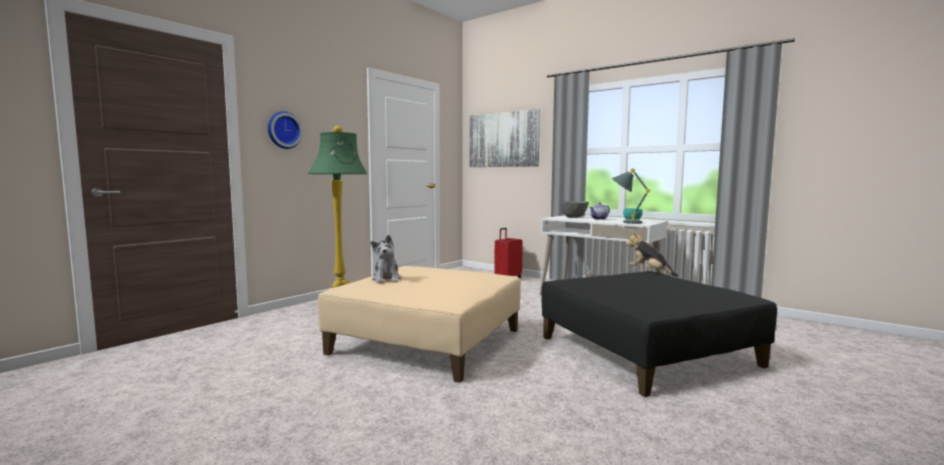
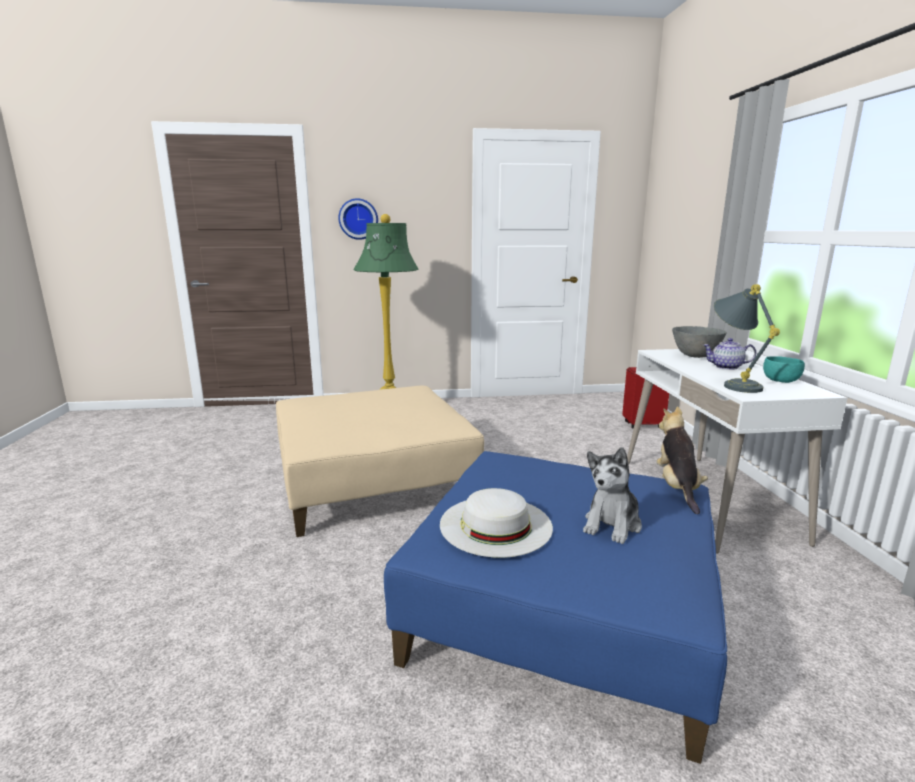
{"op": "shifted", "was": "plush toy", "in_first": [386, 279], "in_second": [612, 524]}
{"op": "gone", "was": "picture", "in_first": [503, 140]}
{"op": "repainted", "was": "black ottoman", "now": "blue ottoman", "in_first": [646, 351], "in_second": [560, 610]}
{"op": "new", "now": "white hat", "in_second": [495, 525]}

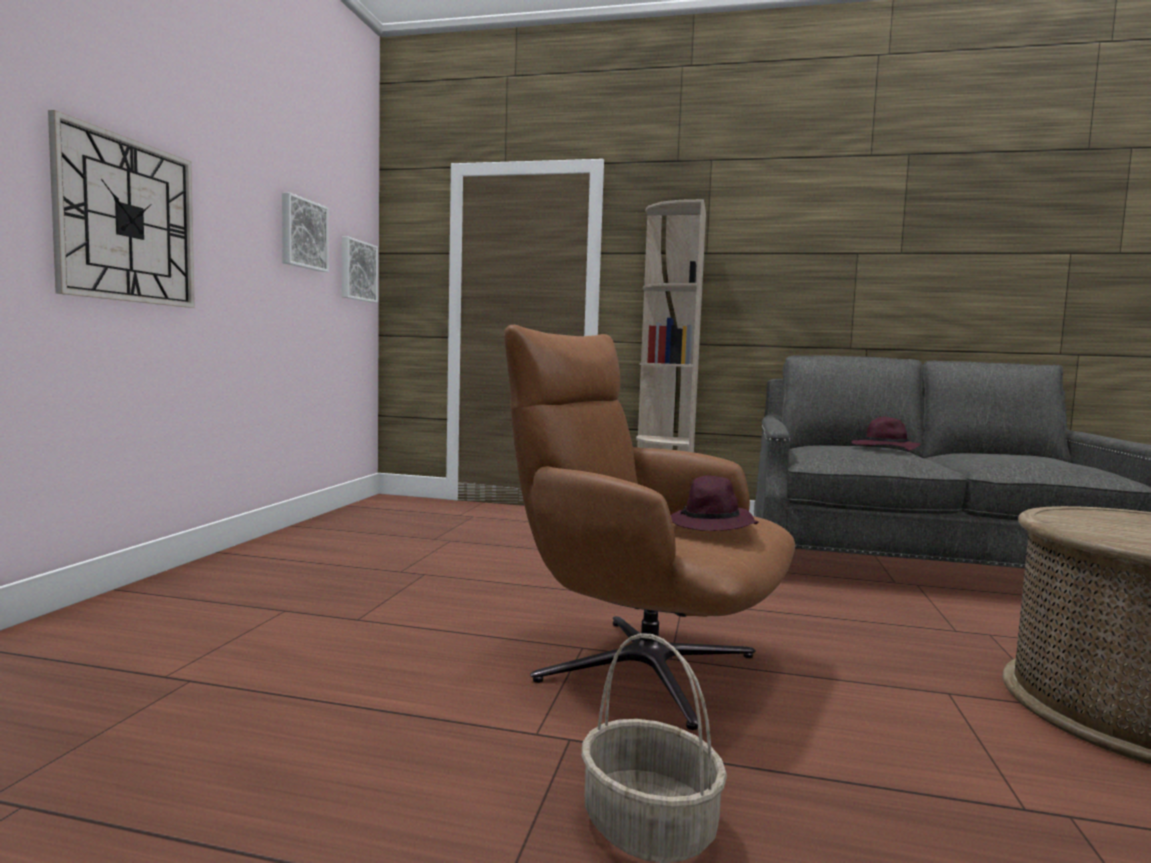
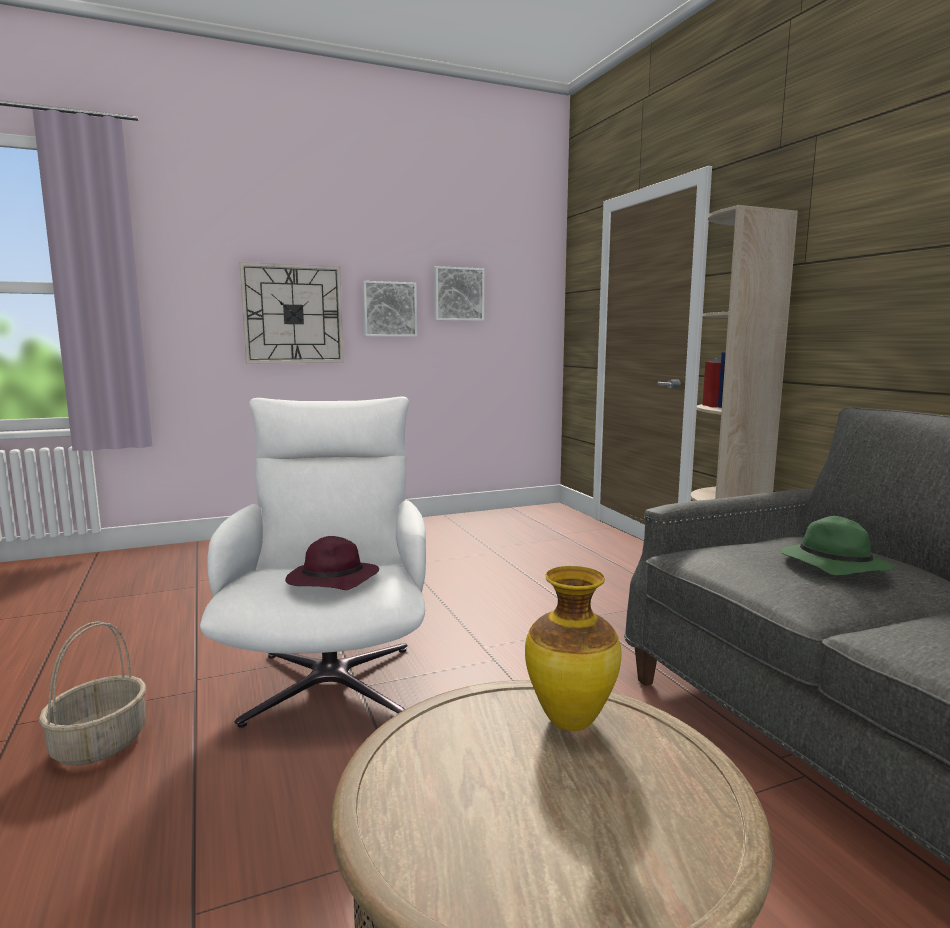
{"op": "shifted", "was": "picture", "in_first": [357, 270], "in_second": [389, 309]}
{"op": "repainted", "was": "brown armchair", "now": "white armchair", "in_first": [646, 666], "in_second": [331, 682]}
{"op": "repainted", "was": "purple hat", "now": "green hat", "in_first": [884, 449], "in_second": [831, 565]}
{"op": "new", "now": "vase", "in_second": [572, 720]}

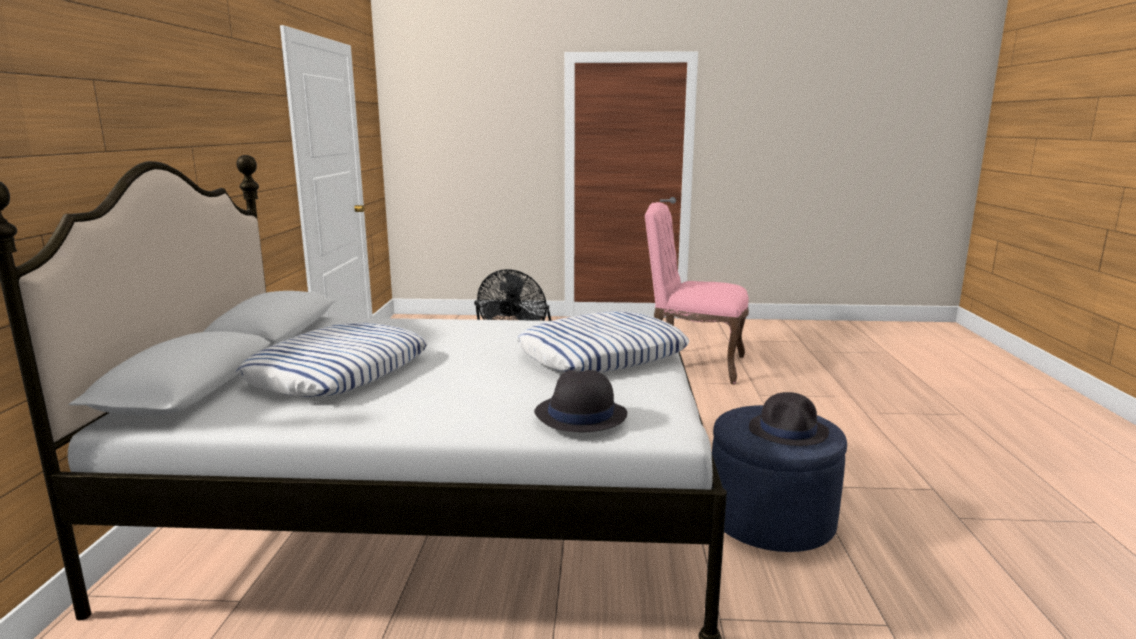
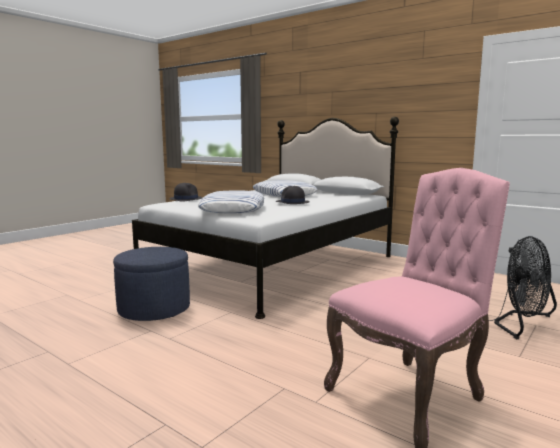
{"op": "shifted", "was": "black hat", "in_first": [788, 430], "in_second": [292, 202]}

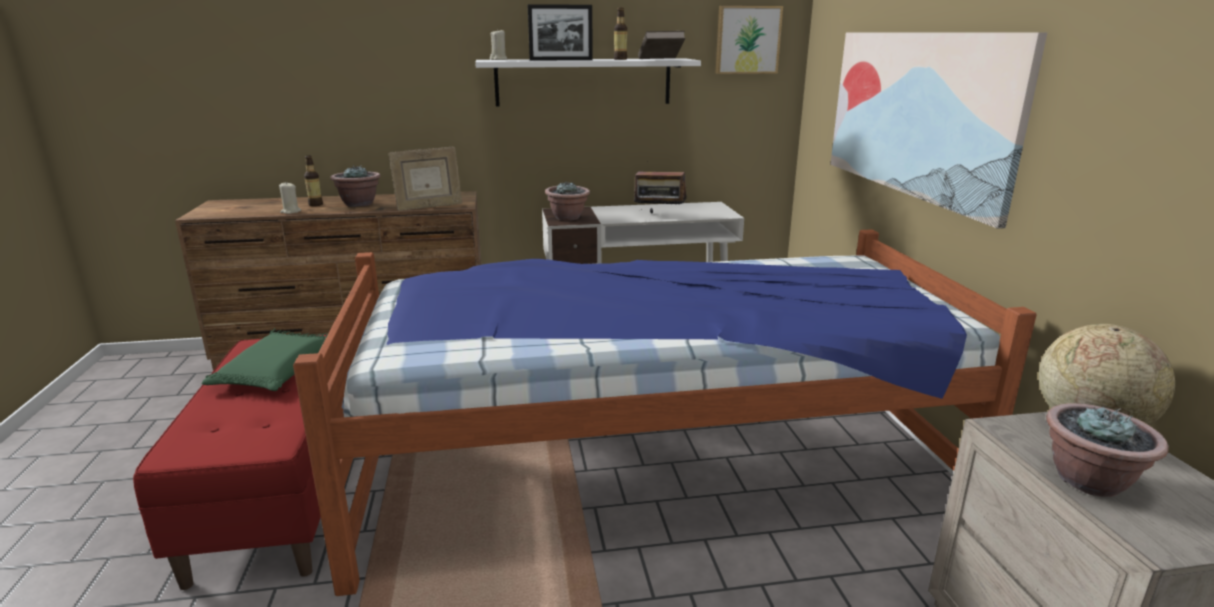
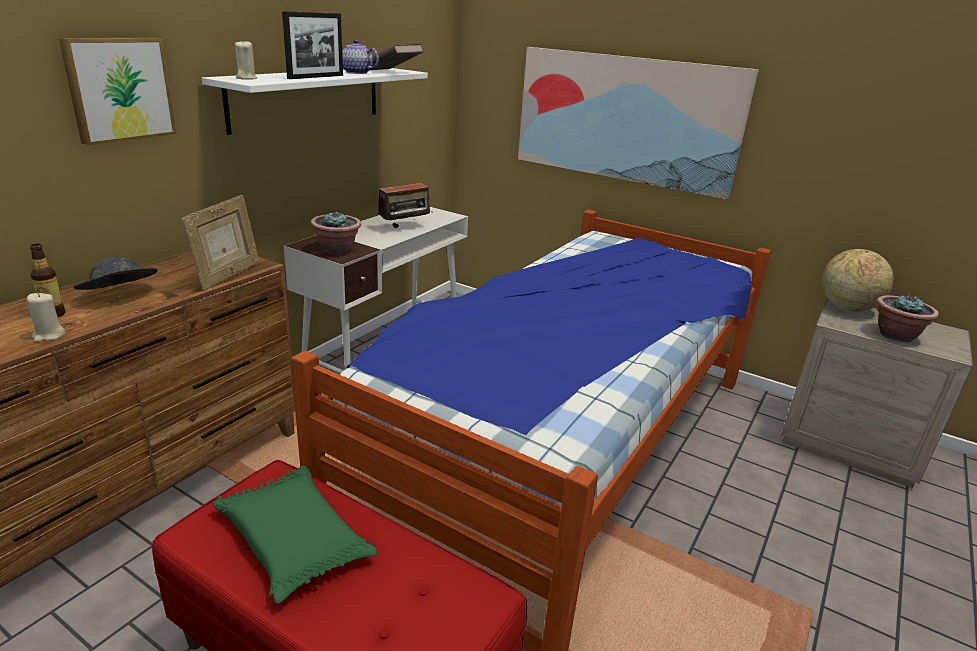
{"op": "swapped", "was": "potted plant", "now": "grey hat", "in_first": [359, 204], "in_second": [119, 296]}
{"op": "swapped", "was": "bottle", "now": "teapot", "in_first": [620, 59], "in_second": [356, 73]}
{"op": "shifted", "was": "picture", "in_first": [747, 40], "in_second": [119, 89]}

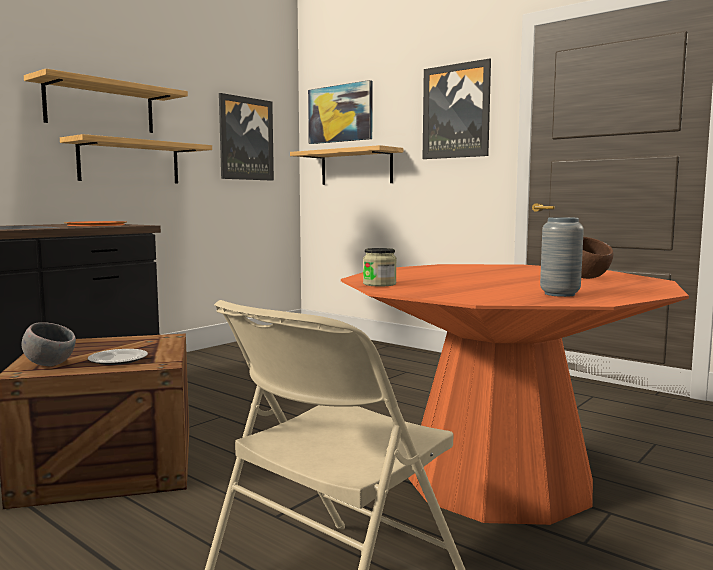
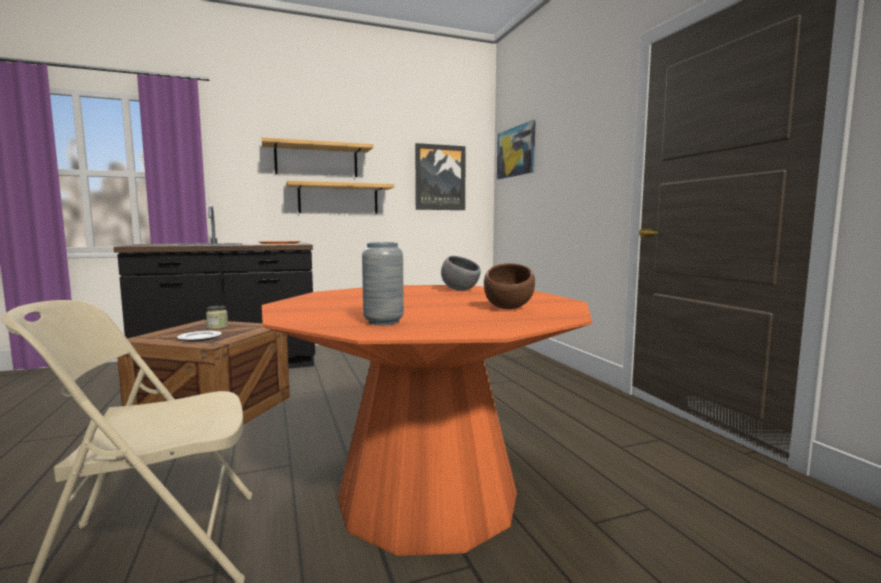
{"op": "shifted", "was": "grey bowl", "in_first": [50, 364], "in_second": [460, 290]}
{"op": "gone", "was": "shelf", "in_first": [356, 167]}
{"op": "shifted", "was": "jar", "in_first": [379, 284], "in_second": [217, 327]}
{"op": "gone", "was": "picture", "in_first": [456, 111]}

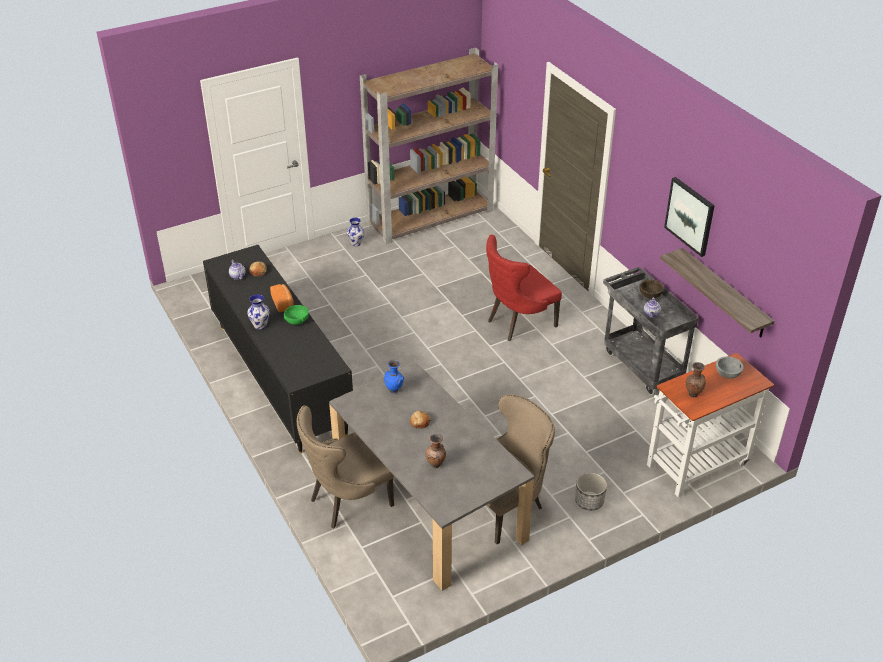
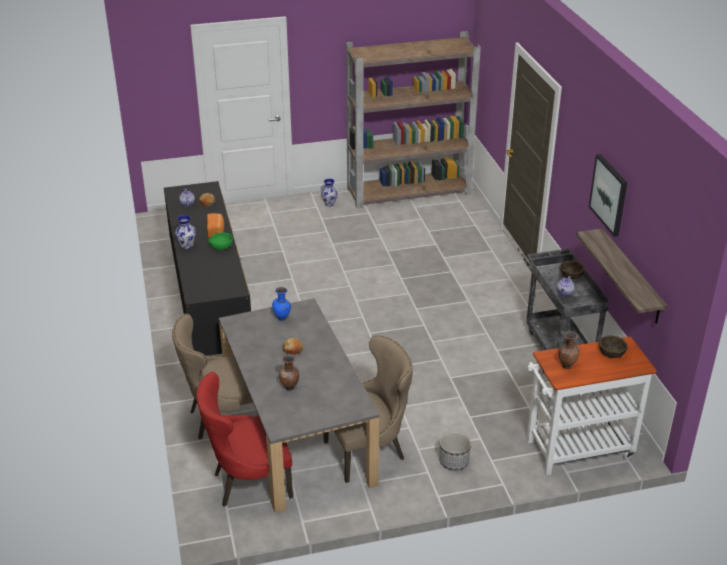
{"op": "shifted", "was": "red chair", "in_first": [518, 322], "in_second": [249, 483]}
{"op": "repainted", "was": "grey bowl", "now": "brown bowl", "in_first": [727, 374], "in_second": [611, 354]}

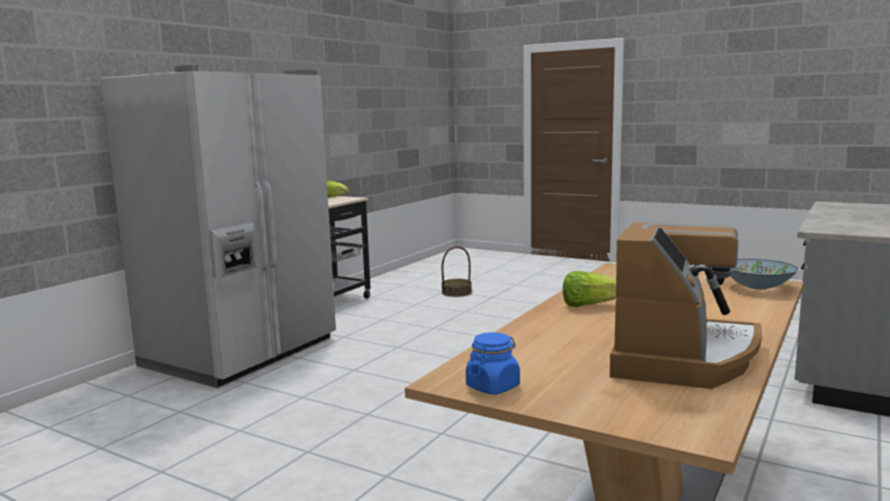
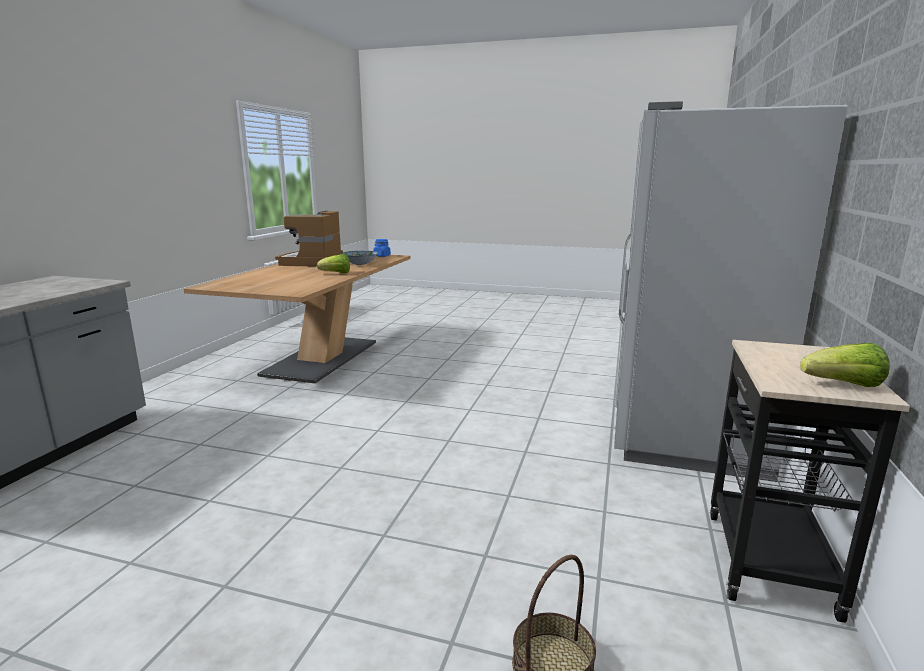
{"op": "shifted", "was": "bowl", "in_first": [757, 287], "in_second": [360, 264]}

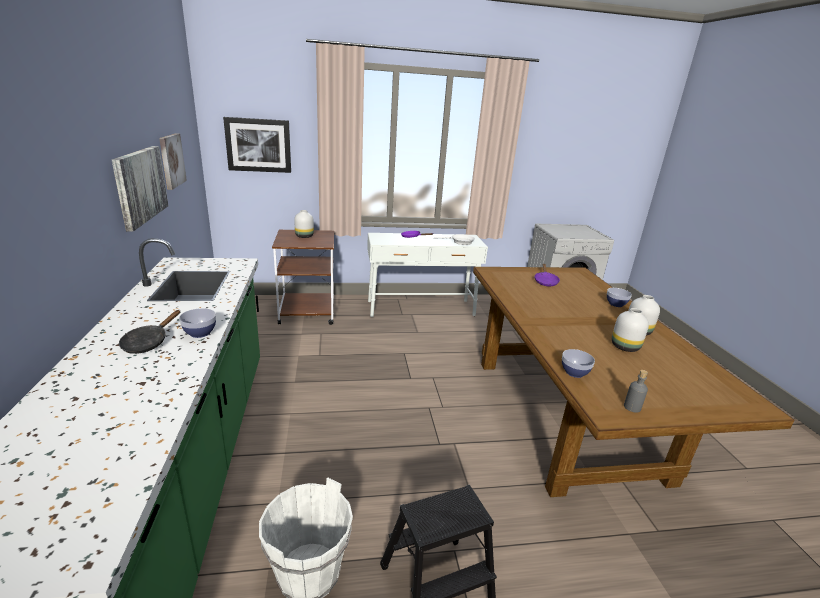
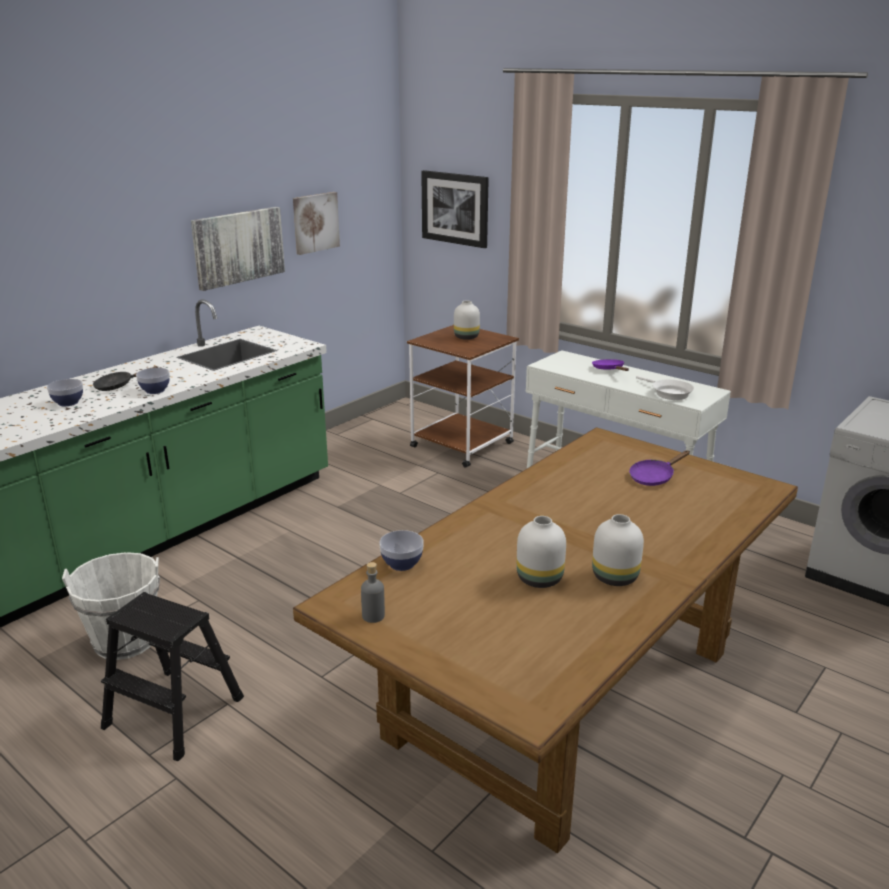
{"op": "shifted", "was": "bowl", "in_first": [616, 304], "in_second": [68, 402]}

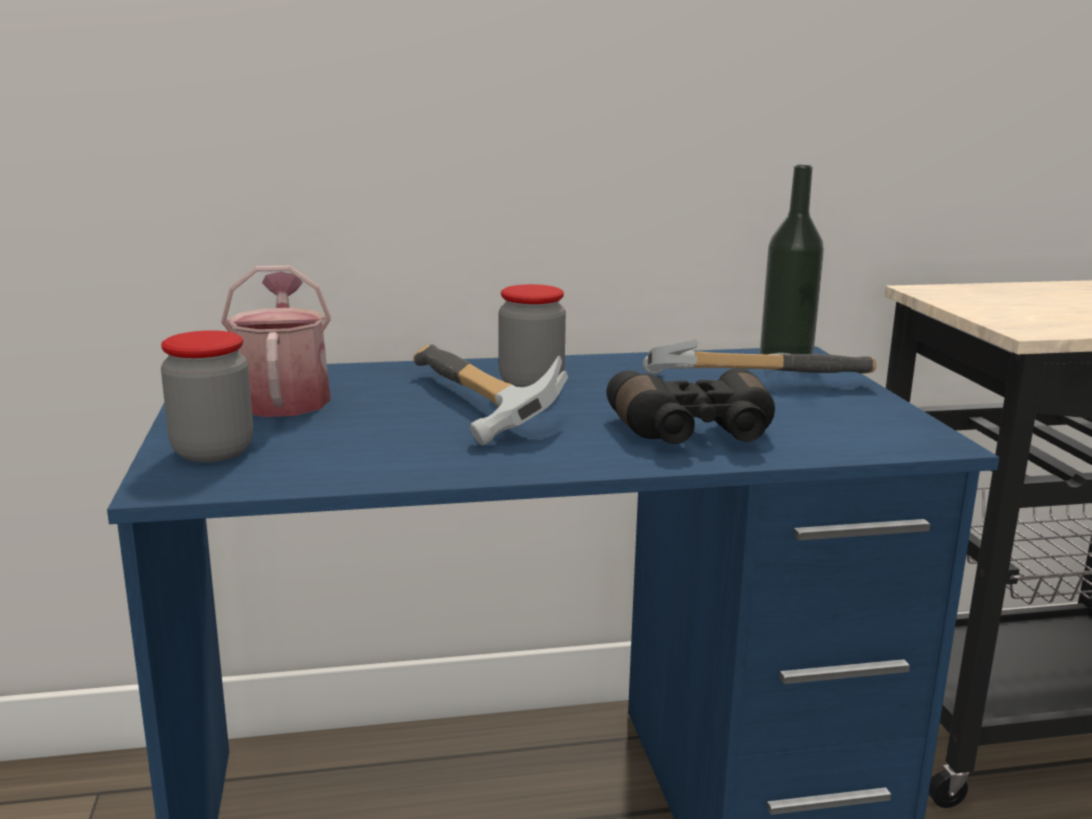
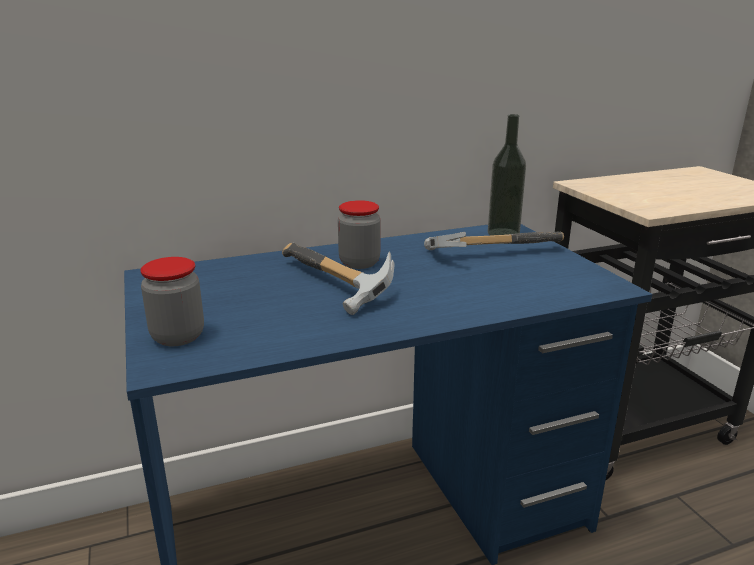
{"op": "gone", "was": "watering can", "in_first": [283, 397]}
{"op": "gone", "was": "black binoculars", "in_first": [694, 433]}

